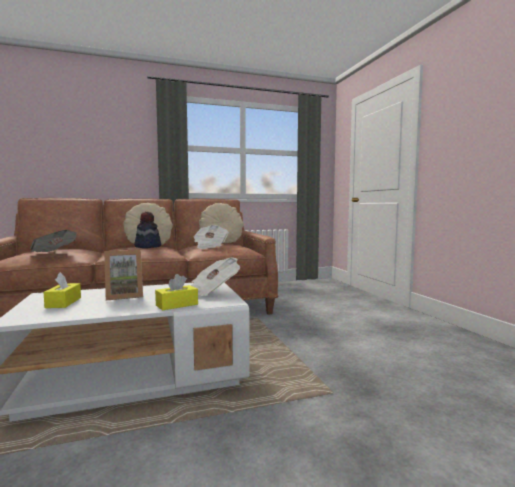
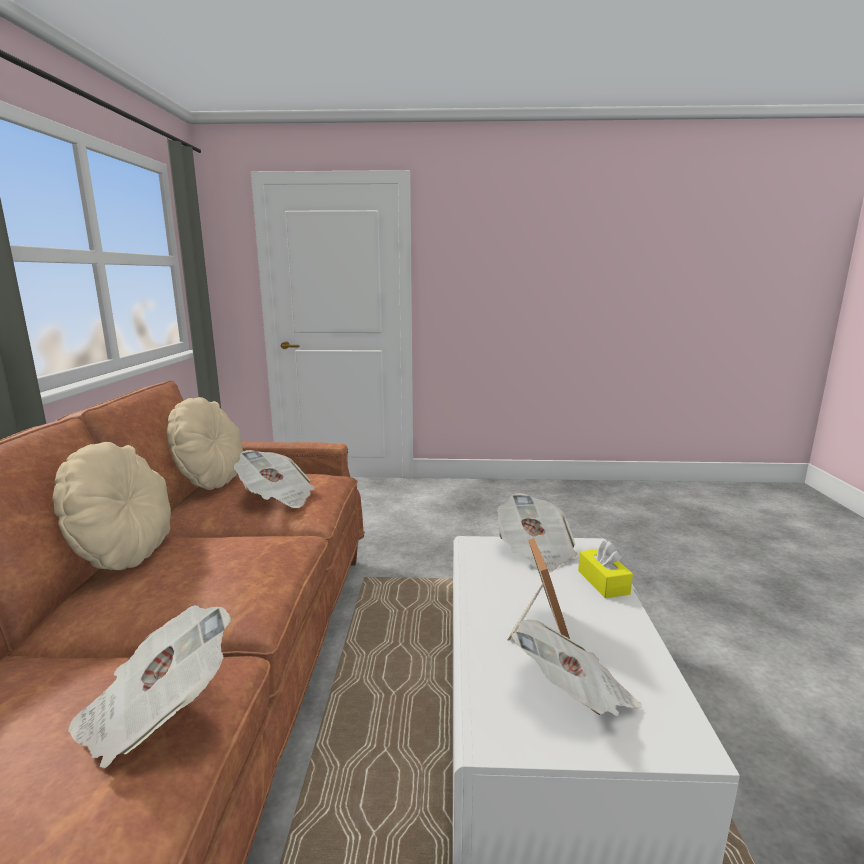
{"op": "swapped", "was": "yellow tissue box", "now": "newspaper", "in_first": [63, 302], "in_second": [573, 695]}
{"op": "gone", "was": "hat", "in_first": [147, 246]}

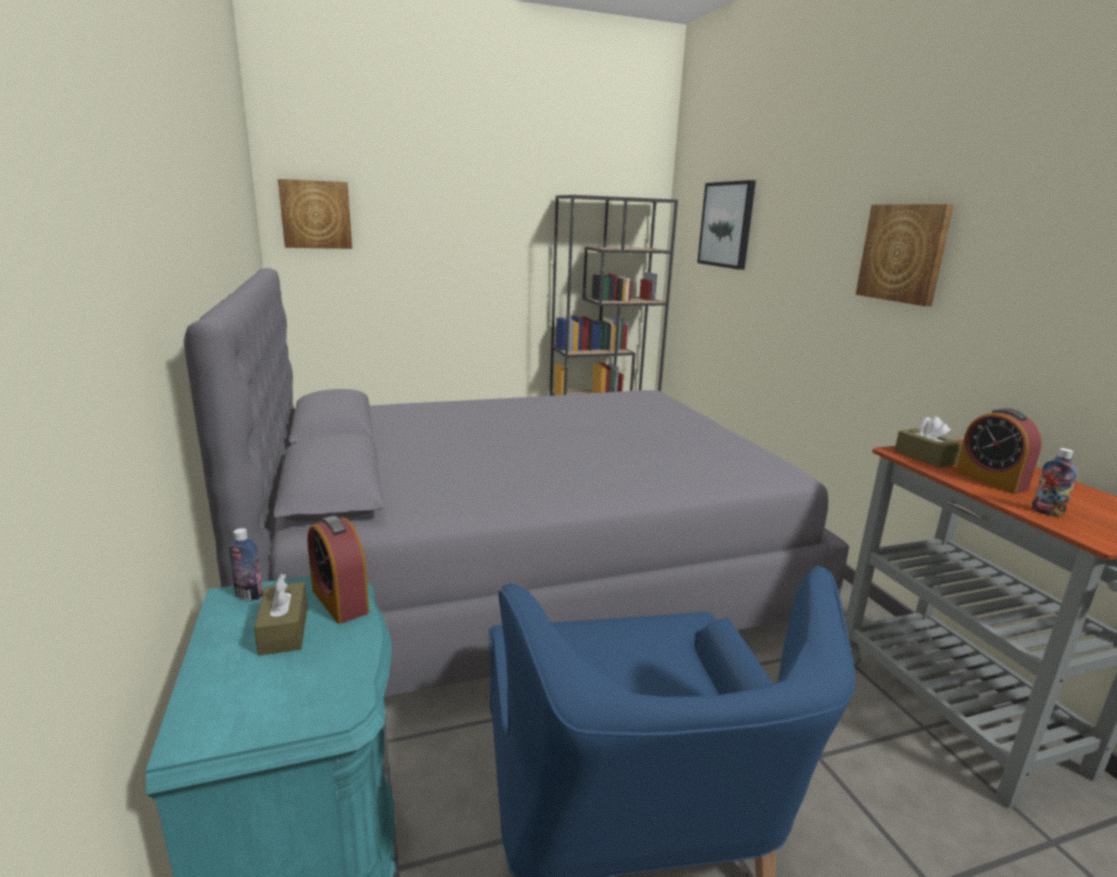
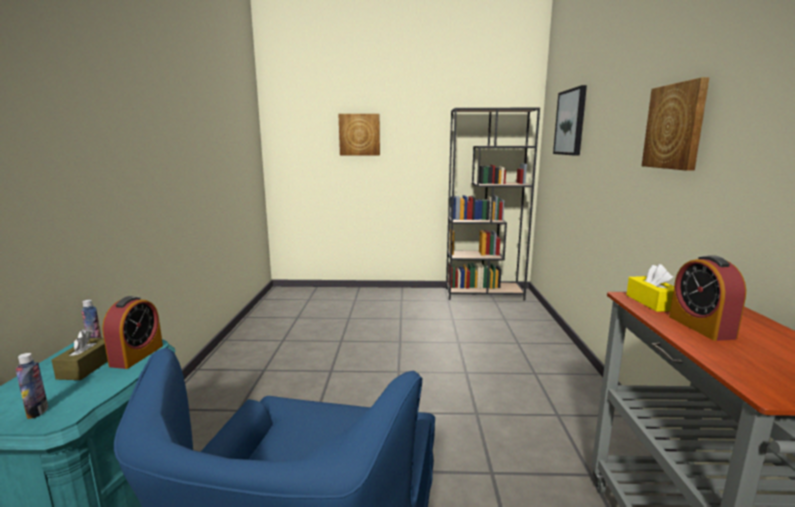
{"op": "gone", "was": "grey bed", "in_first": [524, 574]}
{"op": "shifted", "was": "picture", "in_first": [316, 214], "in_second": [359, 134]}
{"op": "rotated", "was": "alarm clock", "in_first": [340, 601], "in_second": [137, 355], "clockwise": -150}
{"op": "repainted", "was": "brown tissue box", "now": "yellow tissue box", "in_first": [924, 457], "in_second": [652, 302]}
{"op": "shifted", "was": "bottle", "in_first": [1046, 512], "in_second": [37, 412]}

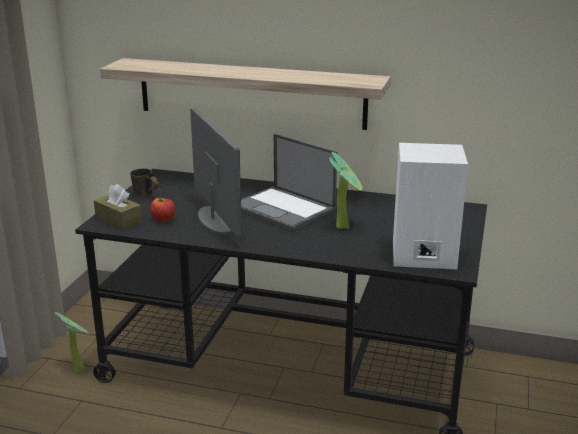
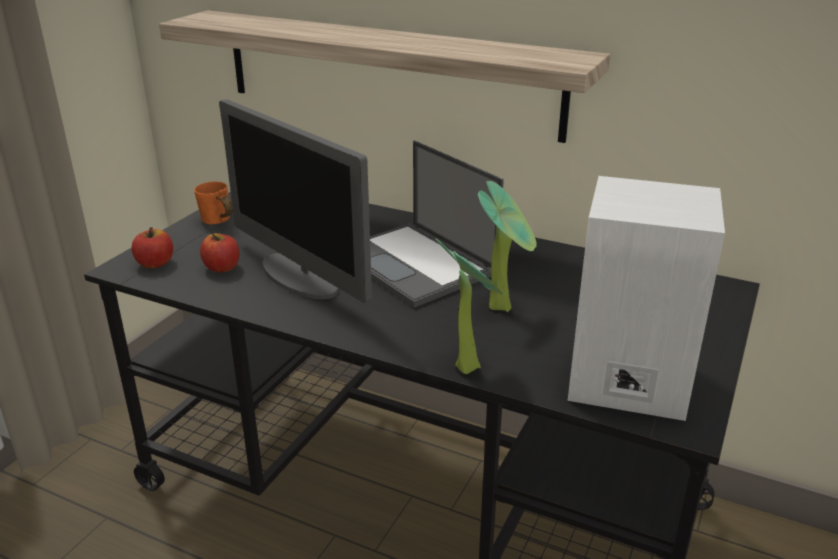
{"op": "shifted", "was": "potted plant", "in_first": [79, 368], "in_second": [468, 365]}
{"op": "swapped", "was": "brown tissue box", "now": "apple", "in_first": [118, 220], "in_second": [155, 263]}
{"op": "repainted", "was": "grey mug", "now": "orange mug", "in_first": [144, 196], "in_second": [216, 224]}
{"op": "rotated", "was": "monitor", "in_first": [215, 221], "in_second": [300, 277], "clockwise": 150}

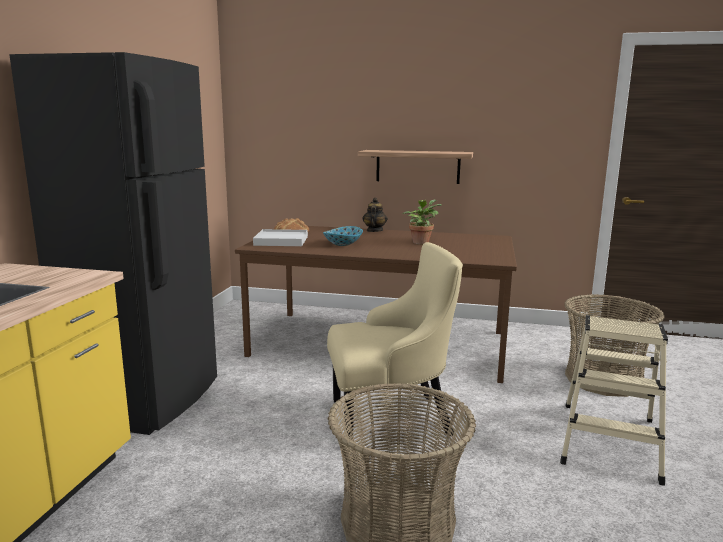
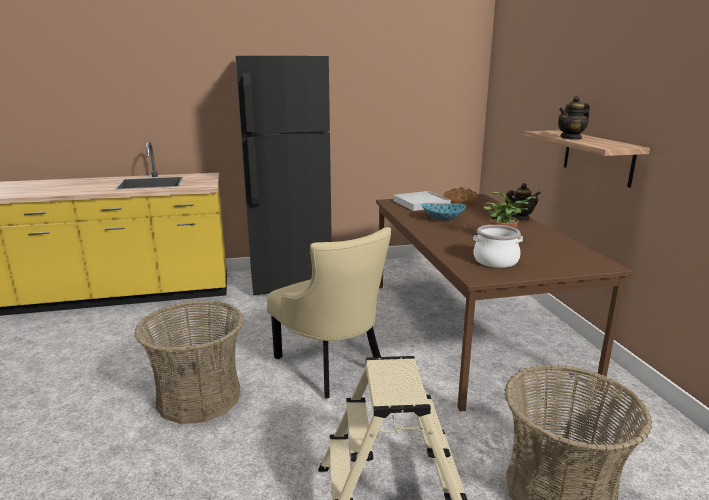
{"op": "new", "now": "cooking pot", "in_second": [495, 261]}
{"op": "new", "now": "teapot", "in_second": [571, 138]}

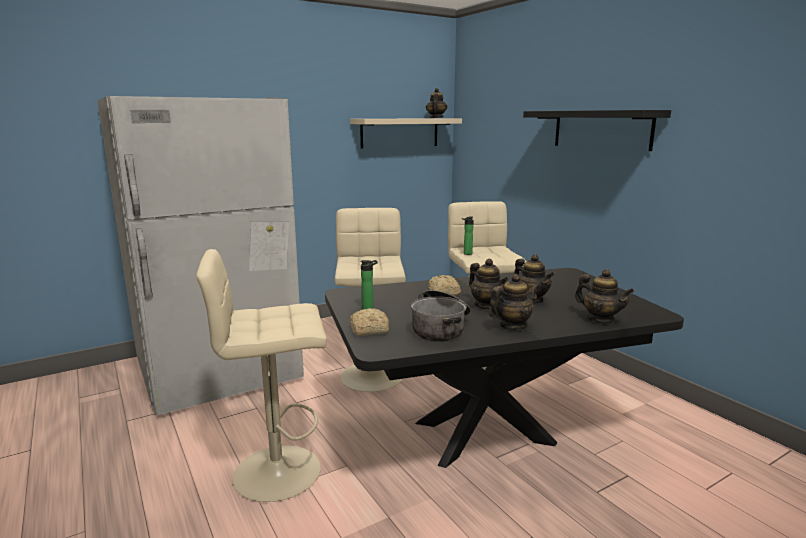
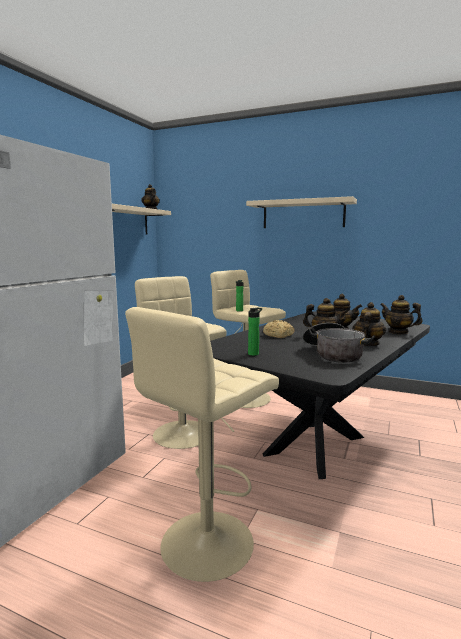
{"op": "gone", "was": "bread", "in_first": [368, 330]}
{"op": "repainted", "was": "black shelf", "now": "beige shelf", "in_first": [601, 129], "in_second": [303, 214]}
{"op": "rotated", "was": "teapot", "in_first": [600, 320], "in_second": [398, 332], "clockwise": -150}

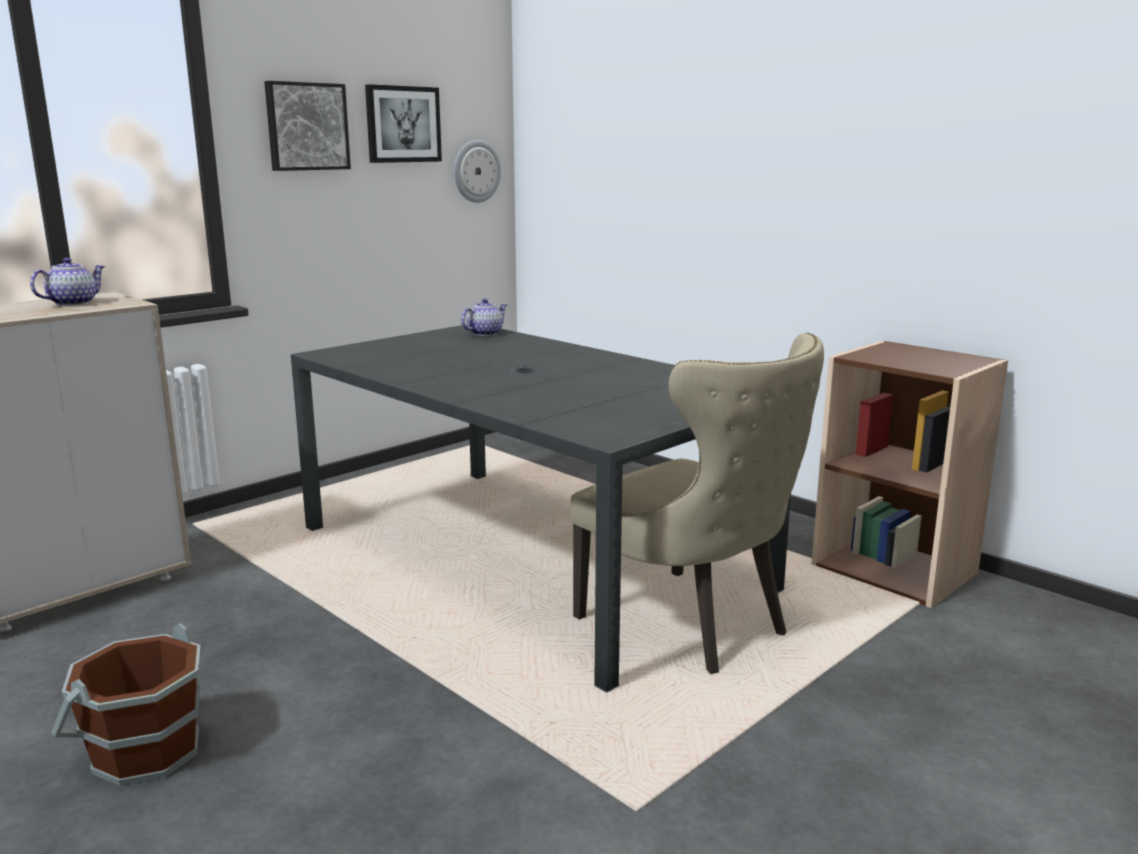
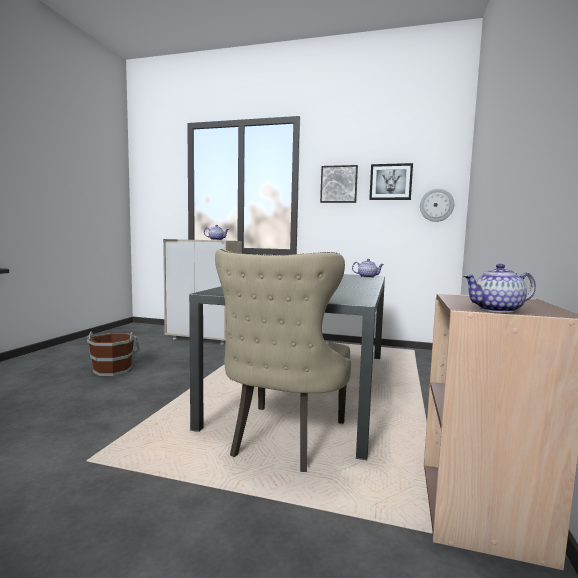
{"op": "new", "now": "teapot", "in_second": [497, 310]}

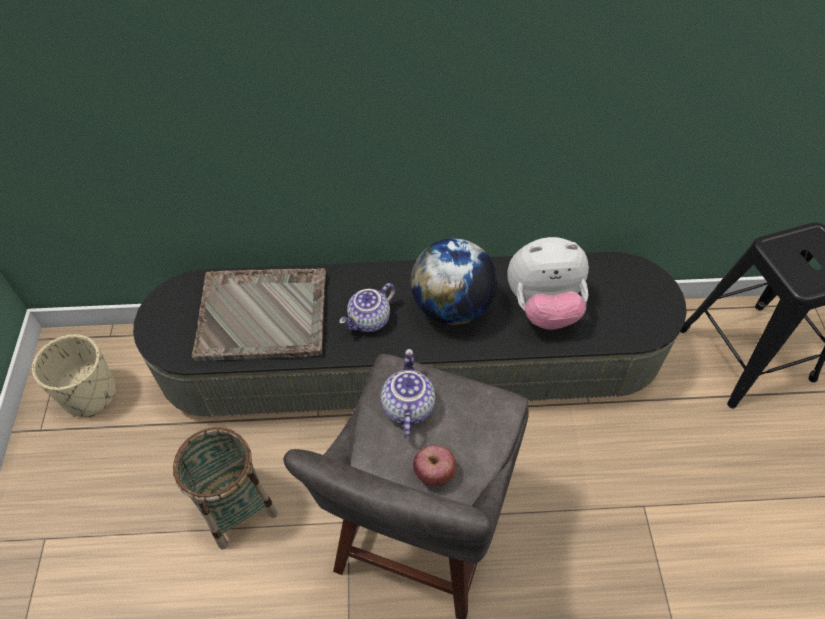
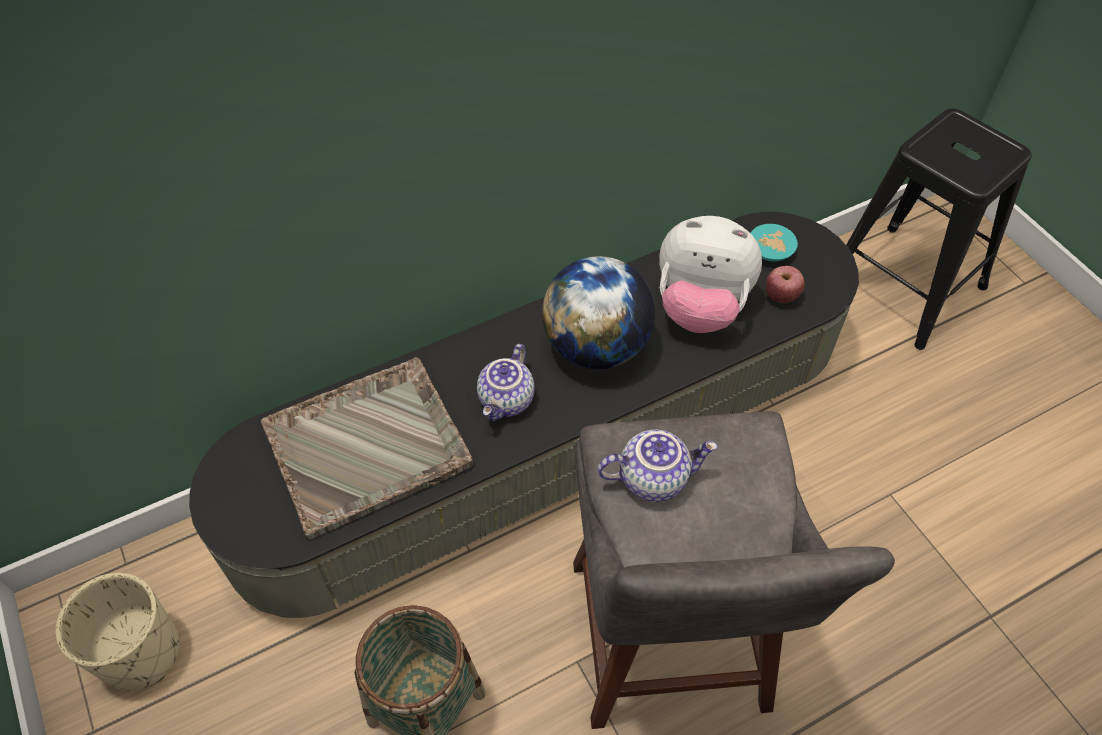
{"op": "rotated", "was": "teapot", "in_first": [406, 407], "in_second": [653, 477], "clockwise": 105}
{"op": "shifted", "was": "apple", "in_first": [434, 474], "in_second": [781, 296]}
{"op": "rotated", "was": "plush toy", "in_first": [543, 307], "in_second": [700, 307], "clockwise": 45}
{"op": "new", "now": "turquoise bowl", "in_second": [771, 252]}

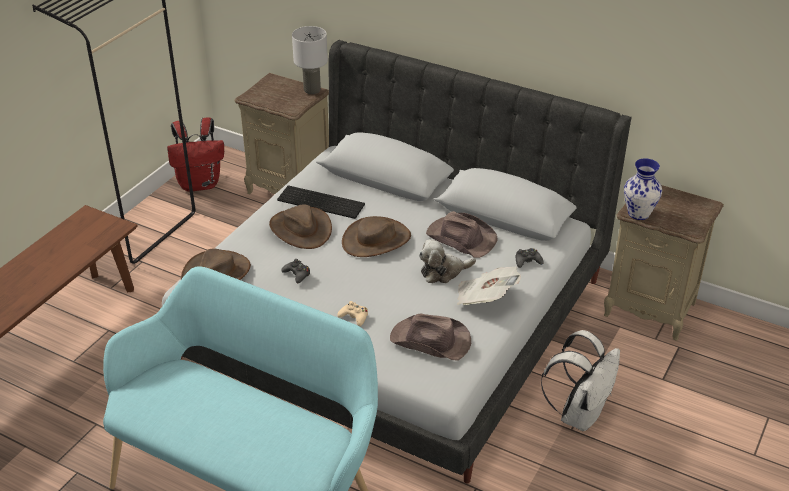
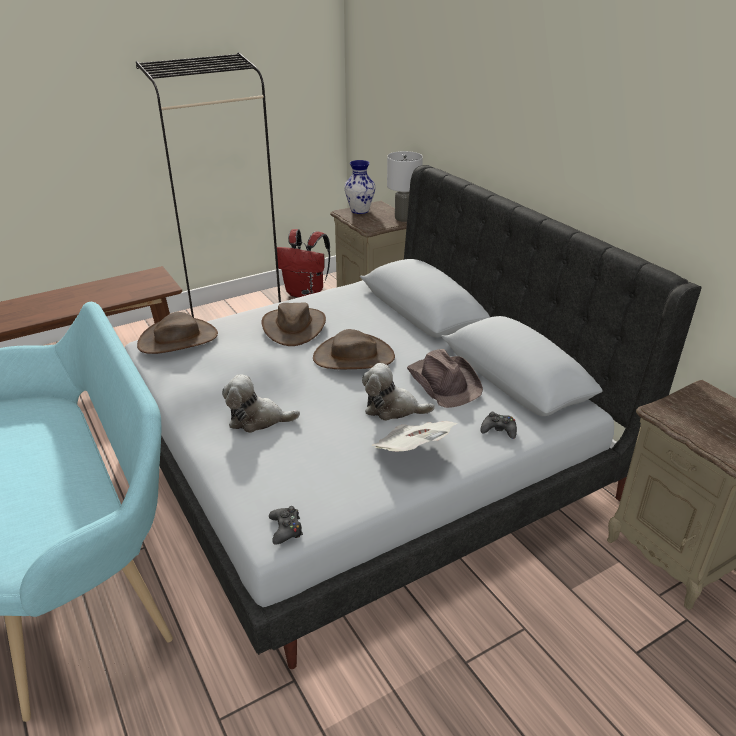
{"op": "gone", "was": "keyboard", "in_first": [322, 201]}
{"op": "shifted", "was": "black game controller", "in_first": [297, 274], "in_second": [286, 529]}
{"op": "swapped", "was": "beige game controller", "now": "plush toy", "in_first": [354, 317], "in_second": [257, 419]}
{"op": "gone", "was": "brown hat", "in_first": [431, 341]}
{"op": "gone", "was": "white backpack", "in_first": [579, 414]}
{"op": "shifted", "was": "vase", "in_first": [638, 214], "in_second": [359, 211]}

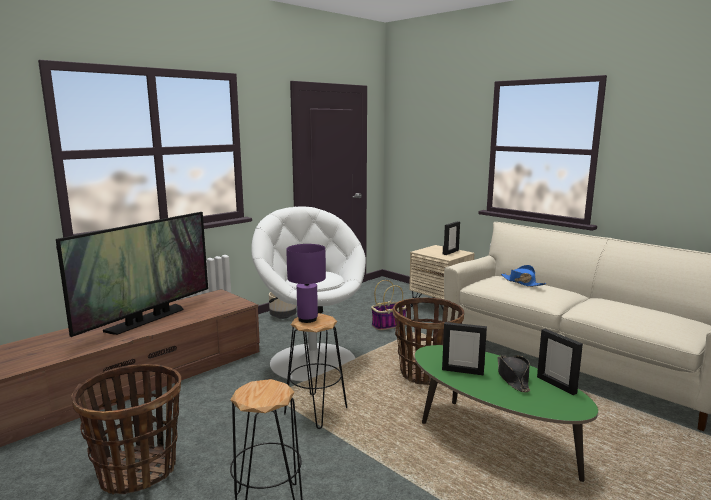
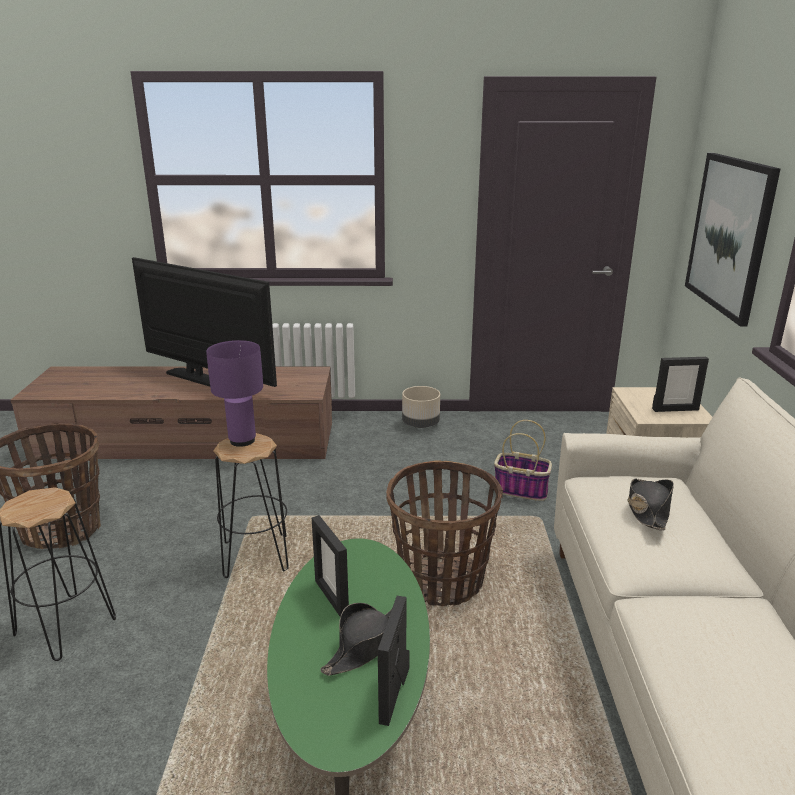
{"op": "rotated", "was": "television", "in_first": [147, 319], "in_second": [207, 380], "clockwise": -135}
{"op": "gone", "was": "white armchair", "in_first": [312, 360]}
{"op": "repainted", "was": "blue hat", "now": "black hat", "in_first": [522, 282], "in_second": [648, 509]}
{"op": "new", "now": "picture", "in_second": [729, 235]}

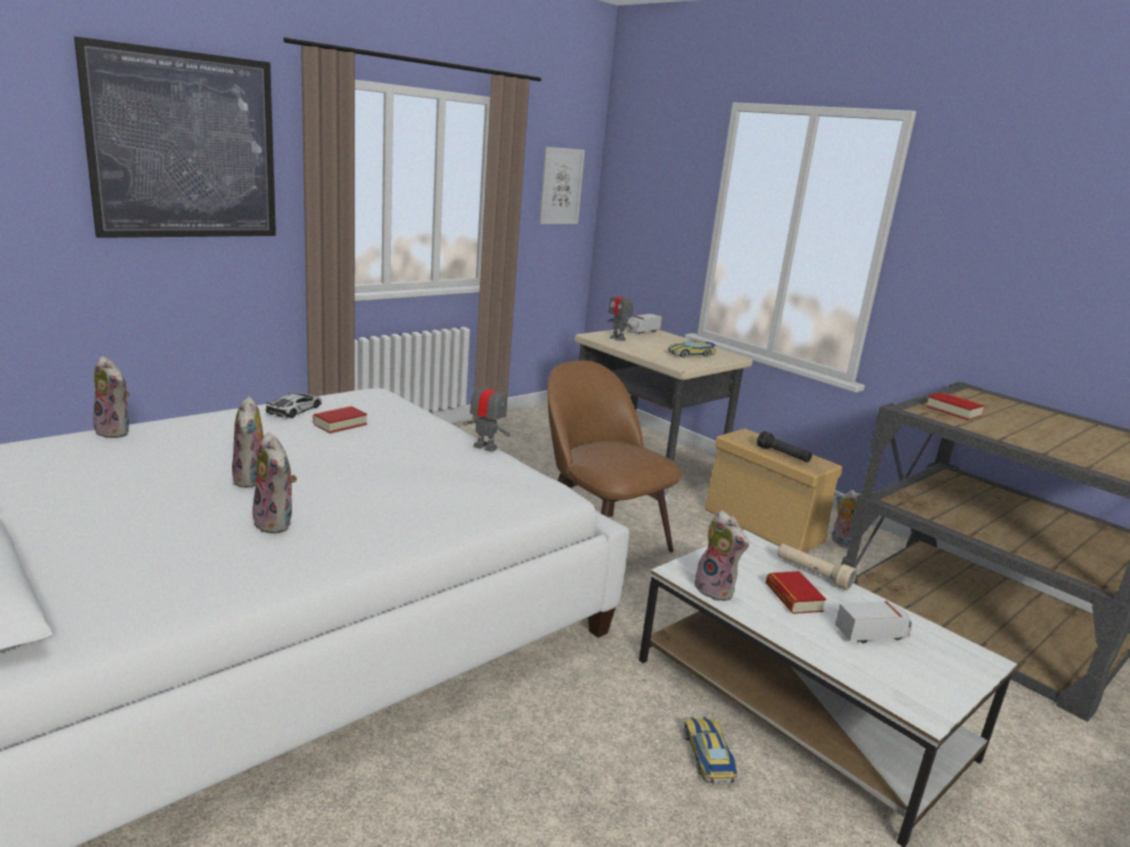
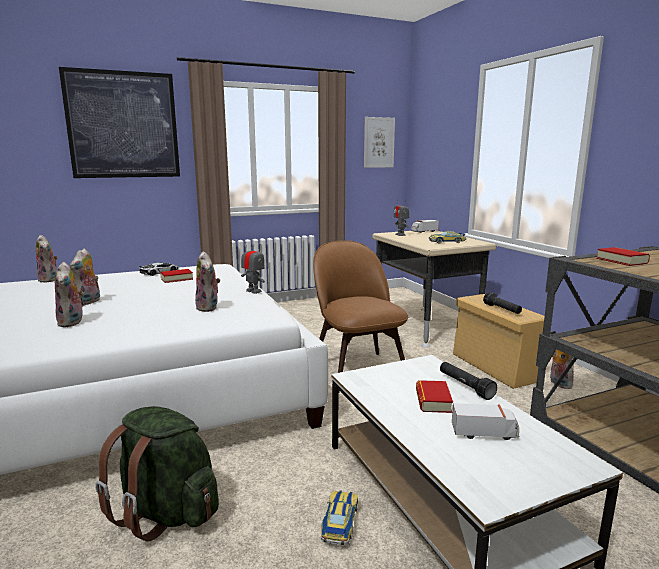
{"op": "shifted", "was": "plush toy", "in_first": [716, 590], "in_second": [209, 307]}
{"op": "repainted", "was": "beige flashlight", "now": "black flashlight", "in_first": [812, 574], "in_second": [465, 386]}
{"op": "new", "now": "green backpack", "in_second": [166, 512]}

